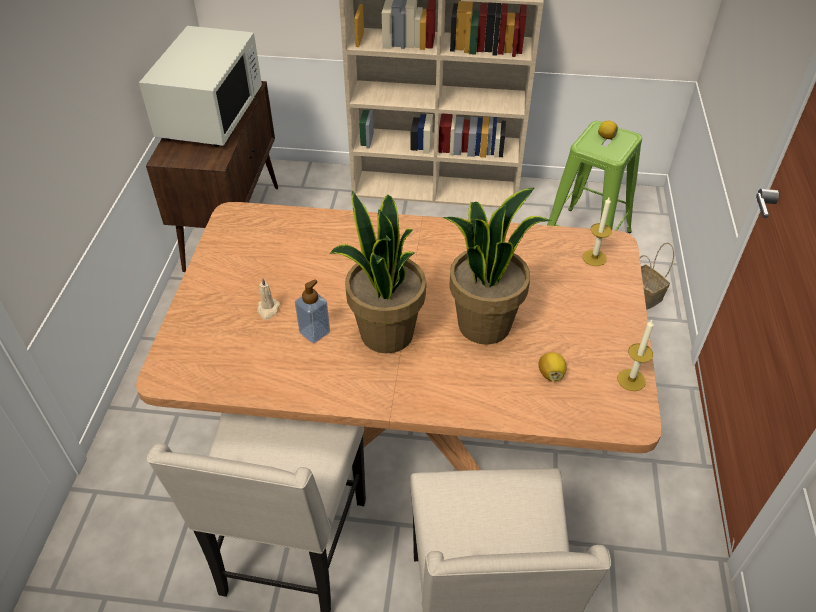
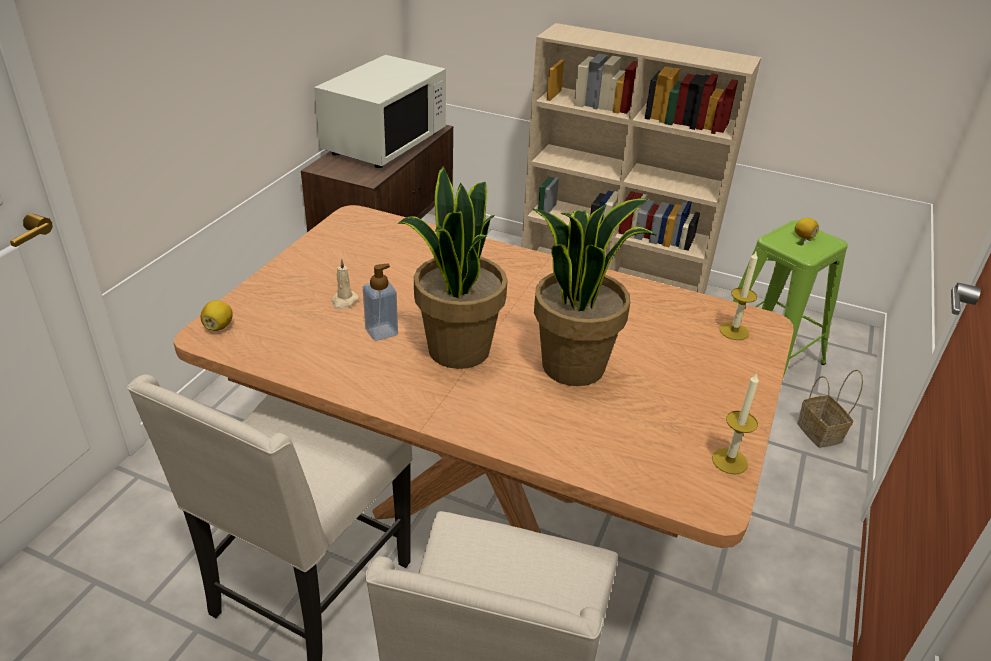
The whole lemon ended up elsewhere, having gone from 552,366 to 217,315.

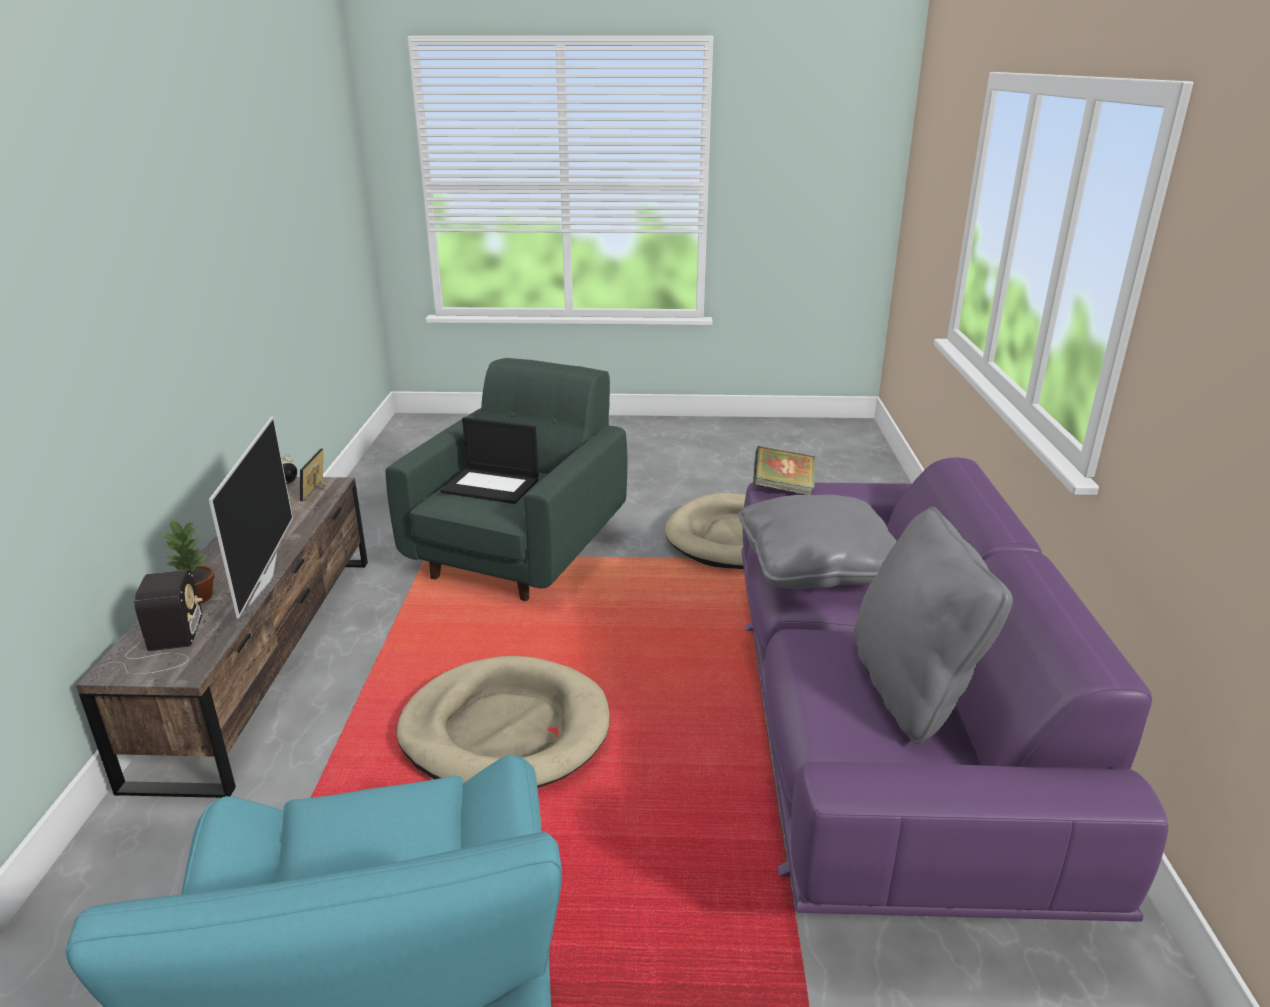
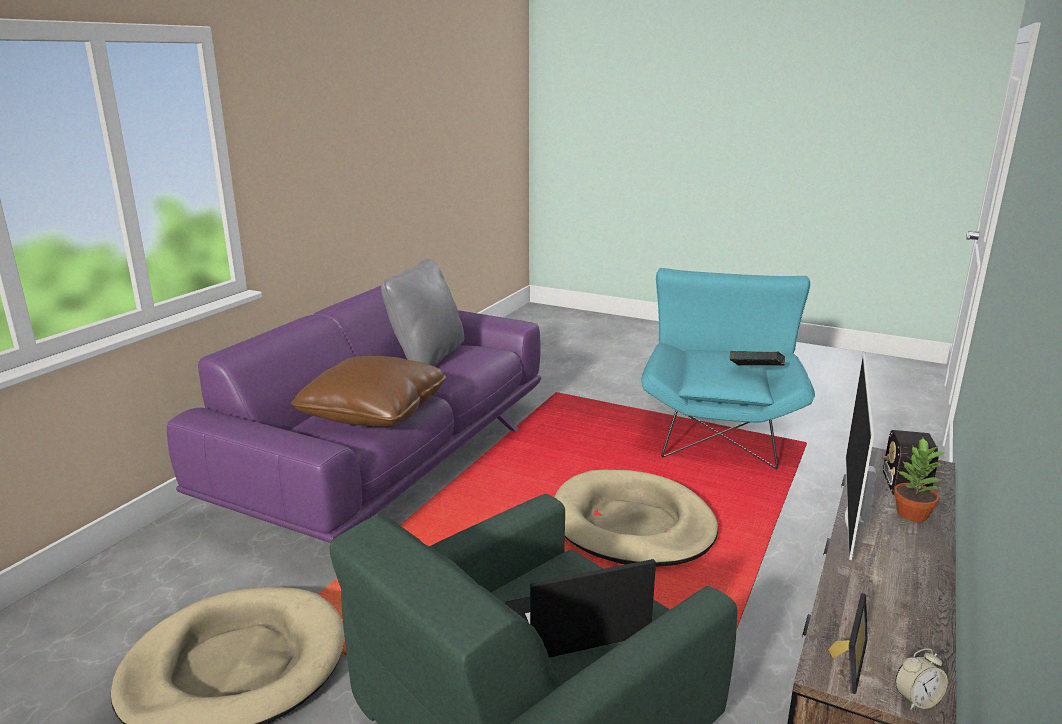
The portable computer at 489,460 ended up facing another way, 60 degrees counterclockwise from before.
The book ended up elsewhere, having gone from 784,470 to 757,358.
What was the greyish throw pillow at 817,542 turned into the brown throw pillow at 368,391.

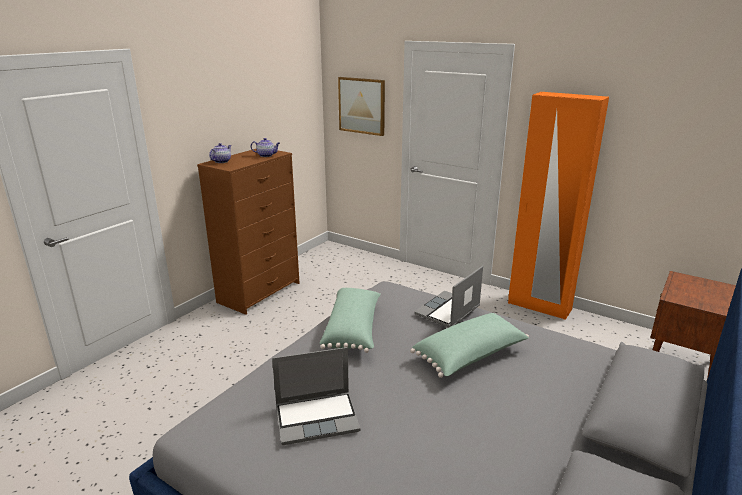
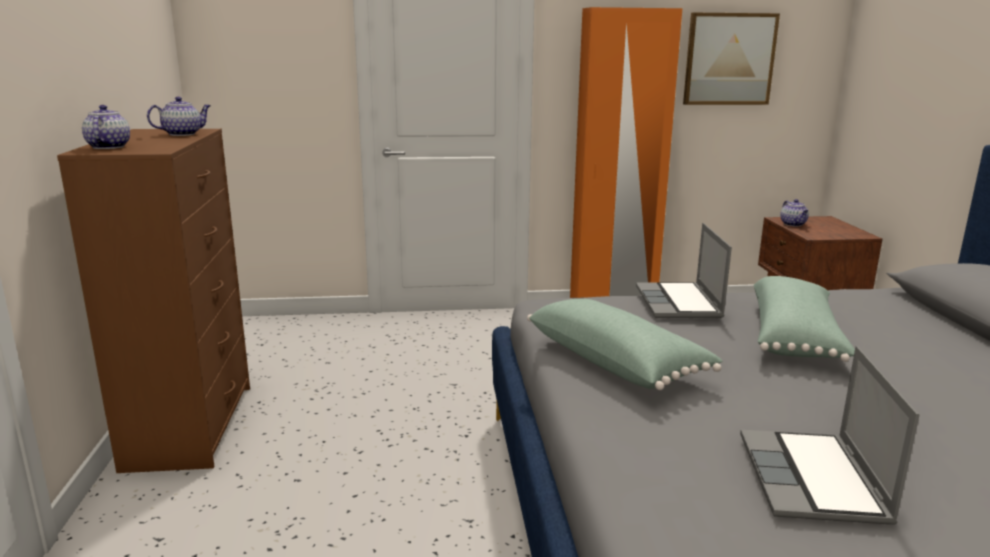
The picture ended up elsewhere, having gone from 361,106 to 731,59.
The portable computer at 316,396 ended up facing another way, 150 degrees clockwise from before.
The second view gained the tea pot at 794,212.

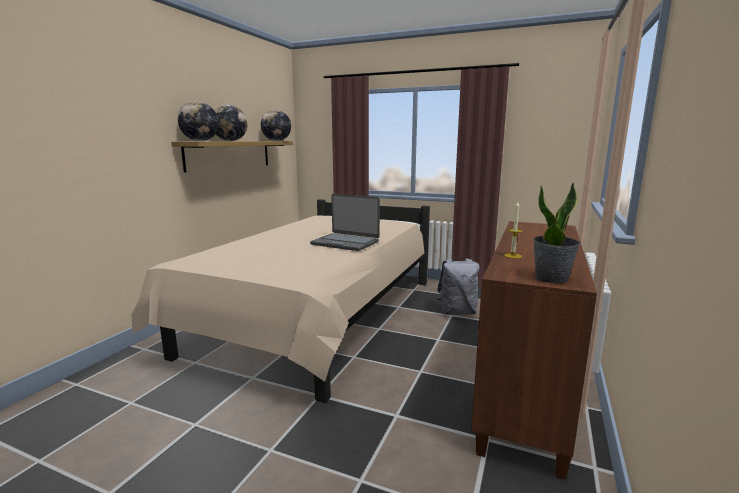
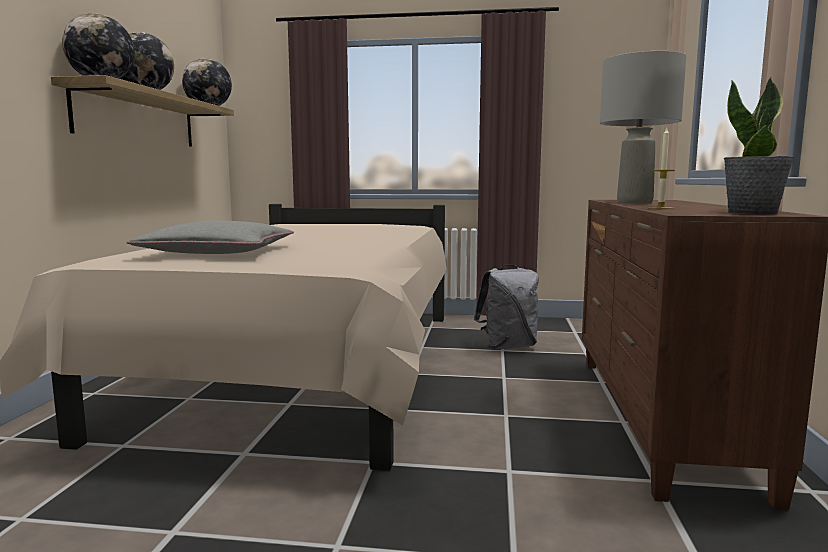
The second view lost the portable computer at 345,222.
The second view gained the greyish tabletop lamp at 643,127.
The second view gained the greyish throw pillow at 210,237.

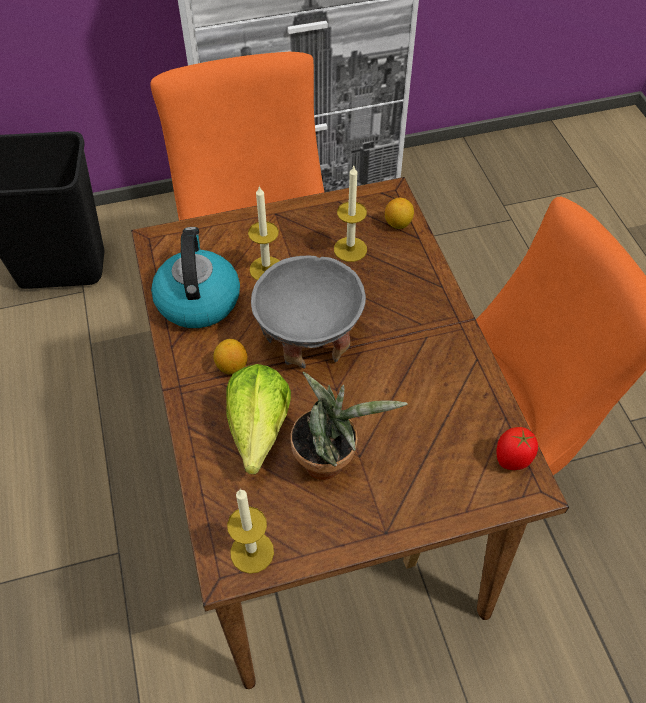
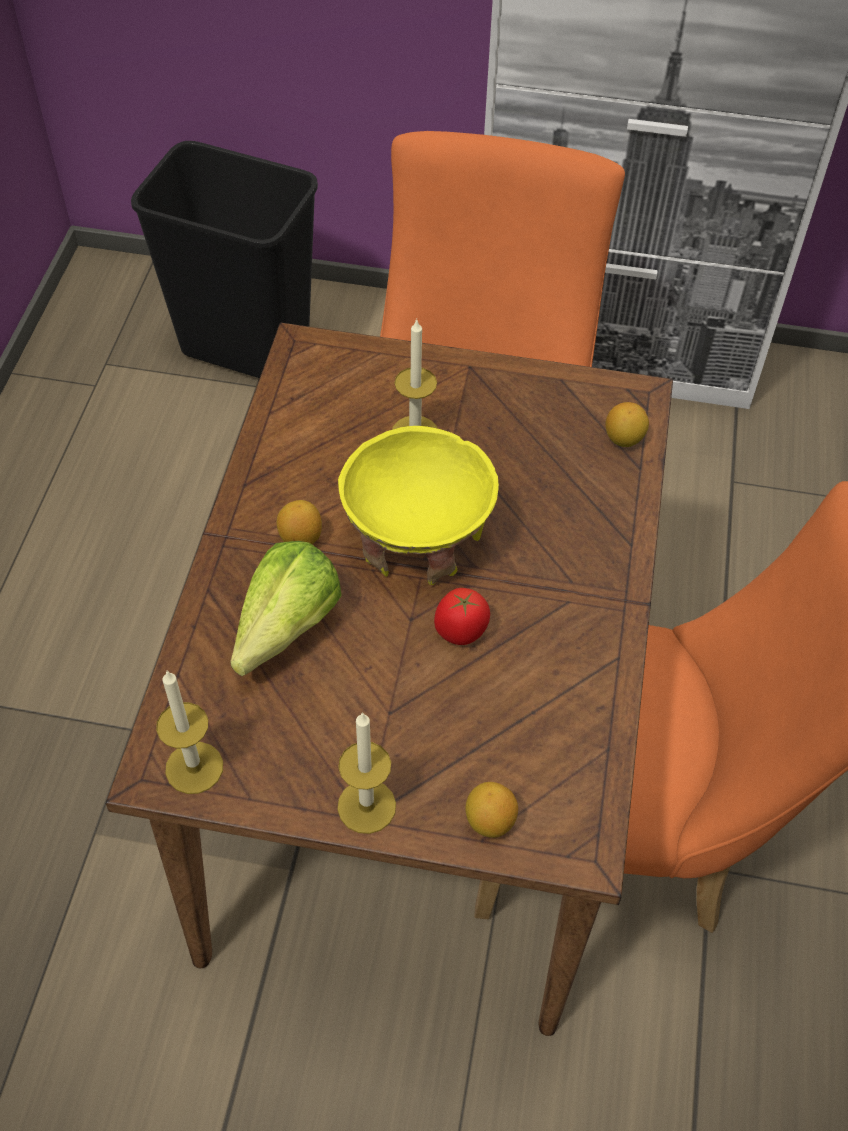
The wax light ended up elsewhere, having gone from 350,214 to 366,773.
The second view lost the kettle at 195,277.
What was the greyish bowl at 308,312 turned into the yellow-coloured bowl at 418,505.
The second view lost the houseplant at 348,426.
The whole tomato ended up elsewhere, having gone from 517,448 to 462,616.
The second view gained the whole lemon at 491,810.

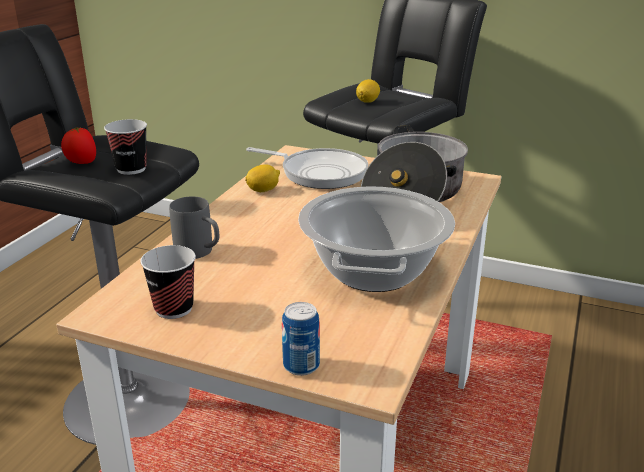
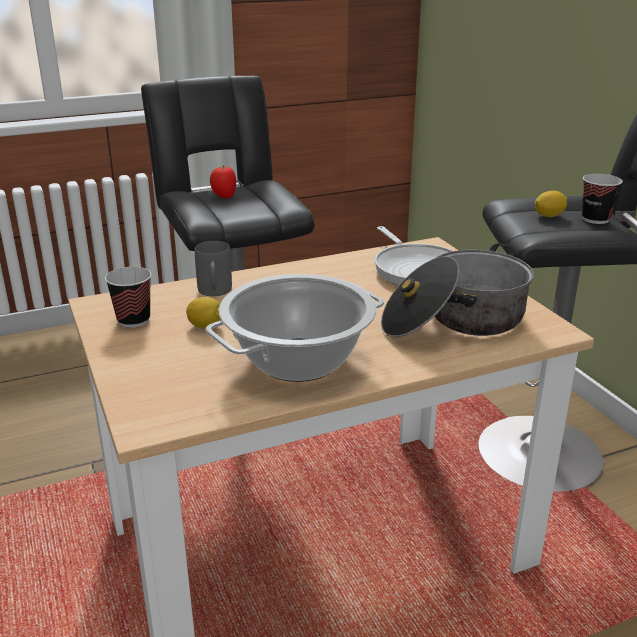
The drinking cup ended up elsewhere, having gone from 125,147 to 602,199.
The whole lemon ended up elsewhere, having gone from 262,178 to 203,313.
The second view lost the metal can at 301,339.

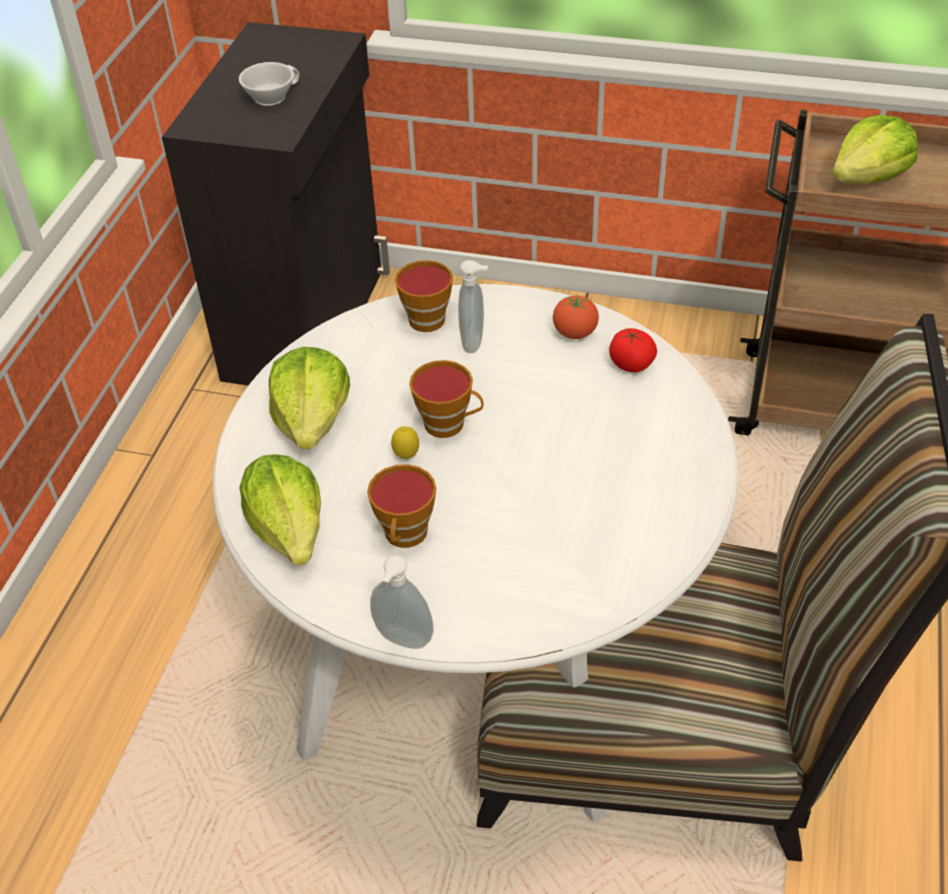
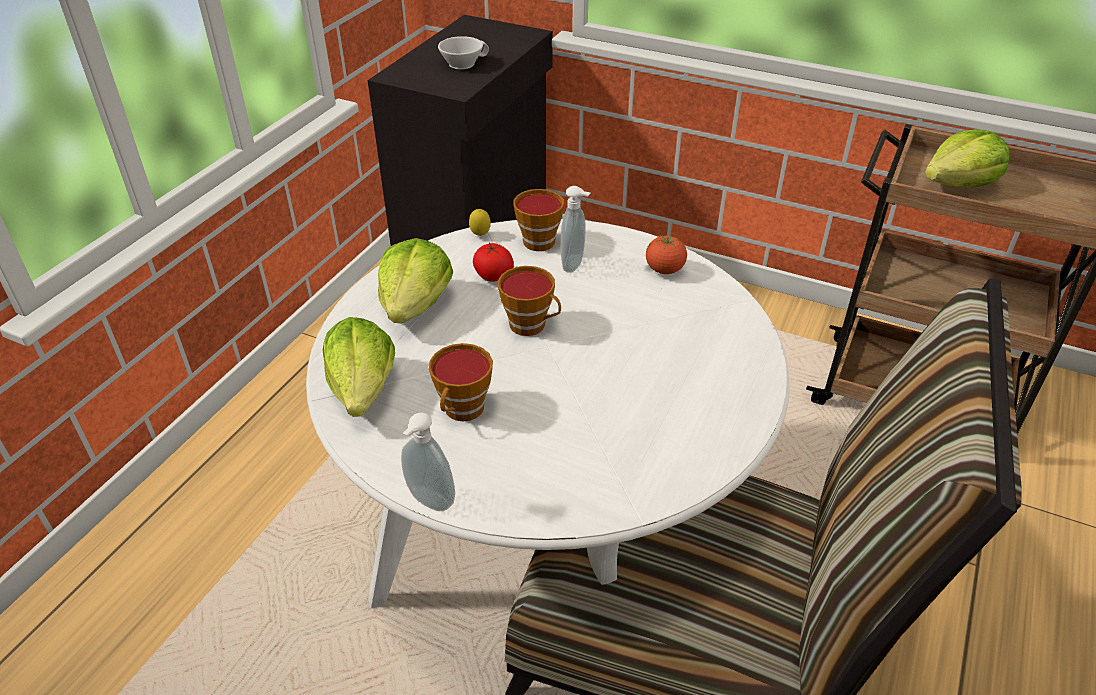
The whole tomato ended up elsewhere, having gone from 633,350 to 493,262.
The whole lemon ended up elsewhere, having gone from 405,442 to 480,222.

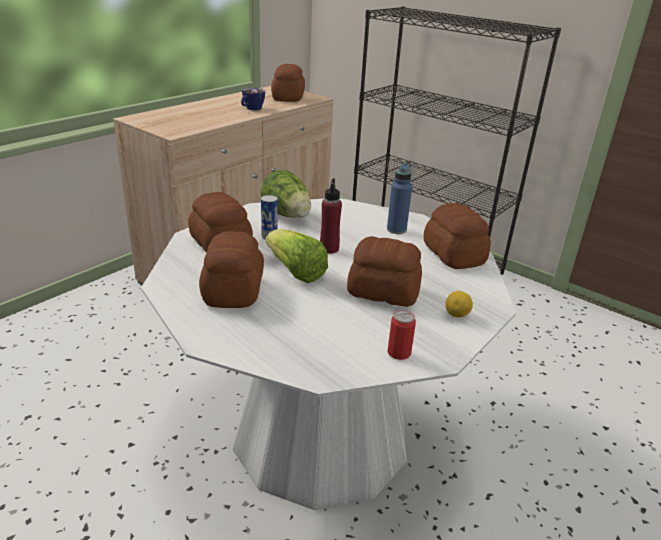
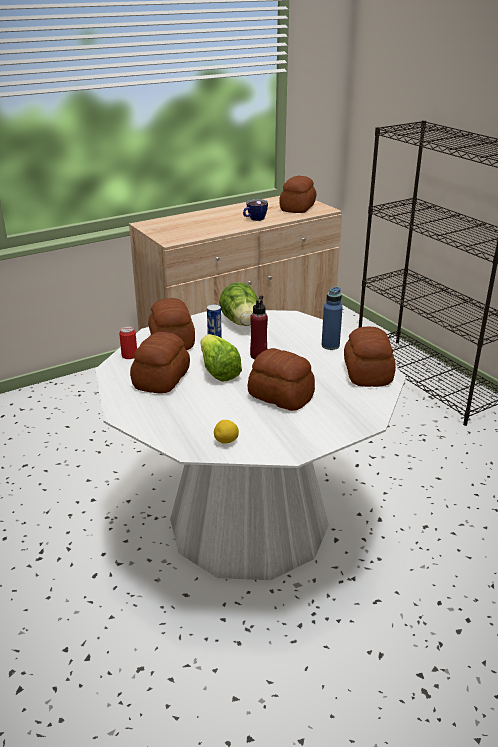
The whole lemon ended up elsewhere, having gone from 459,304 to 226,432.
The metal can ended up elsewhere, having gone from 401,335 to 128,342.

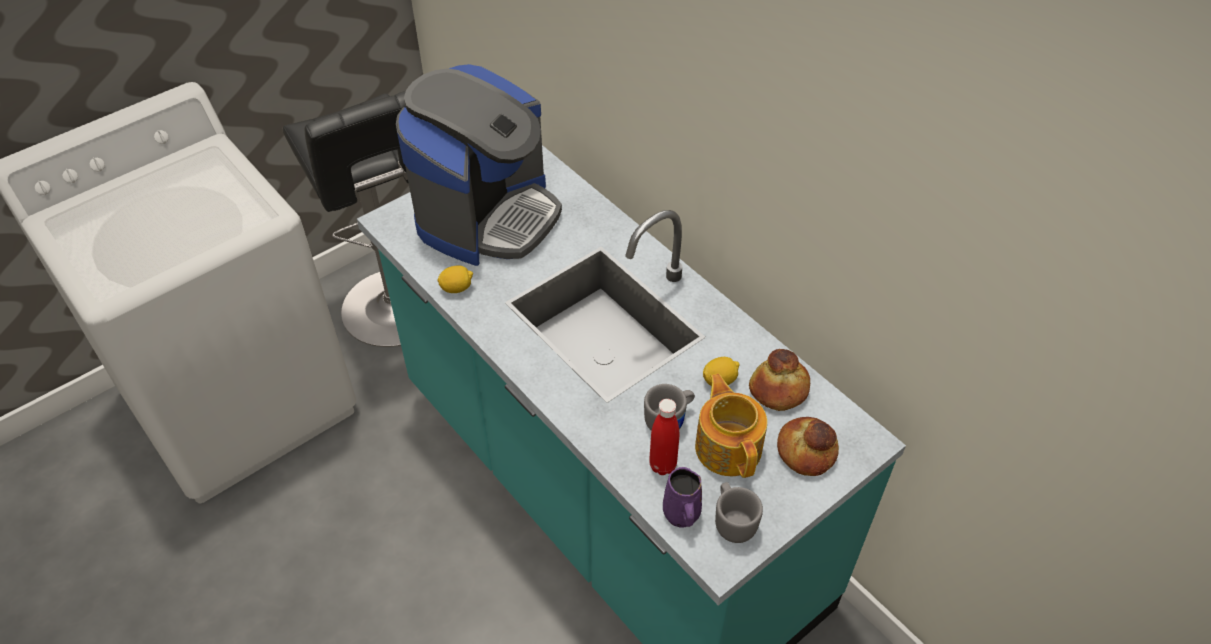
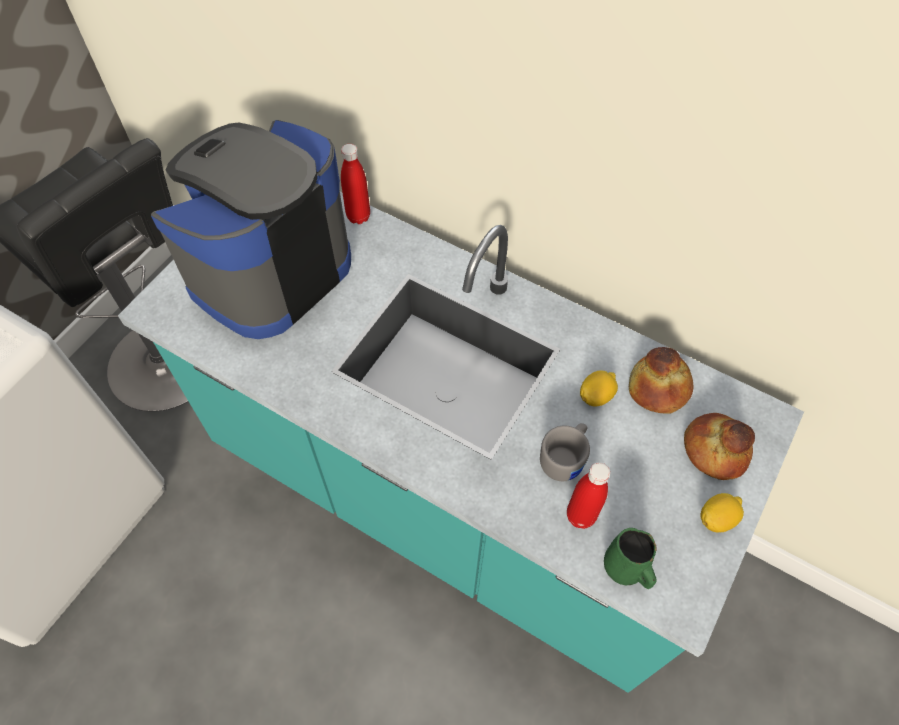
The coffee machine at 479,165 ended up facing another way, 150 degrees counterclockwise from before.
The whole lemon ended up elsewhere, having gone from 455,279 to 722,512.
The second view lost the tea pot at 731,425.
What was the purple-coloured coffee mug at 682,497 turned into the green-coloured coffee mug at 630,558.
The second view lost the greyish coffee mug at 739,512.
The second view gained the red bottle at 355,184.

